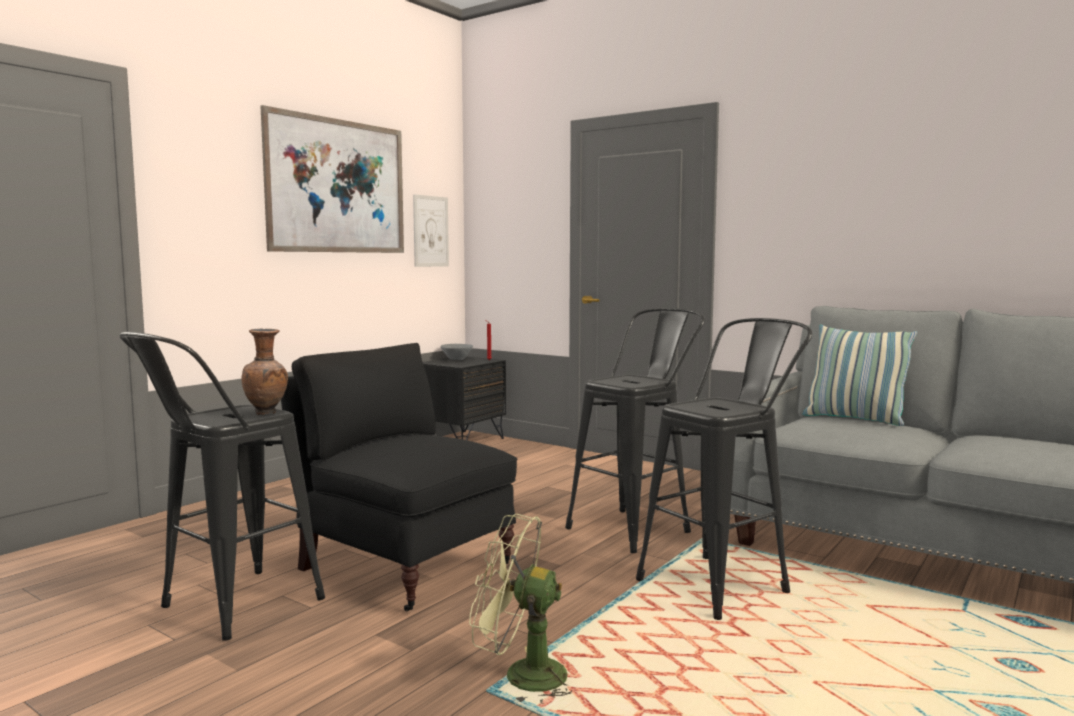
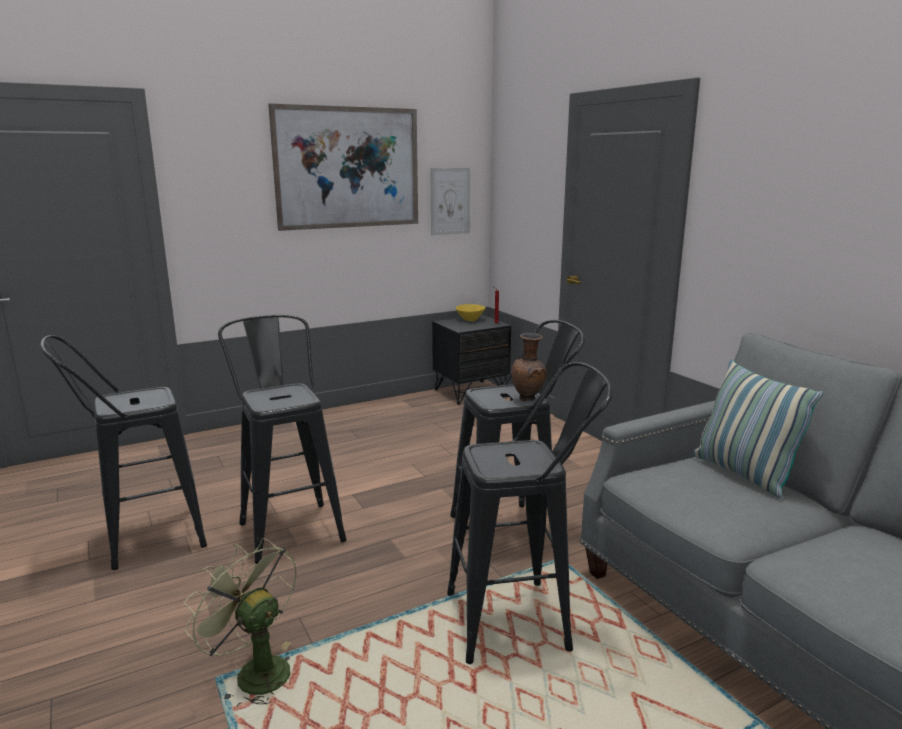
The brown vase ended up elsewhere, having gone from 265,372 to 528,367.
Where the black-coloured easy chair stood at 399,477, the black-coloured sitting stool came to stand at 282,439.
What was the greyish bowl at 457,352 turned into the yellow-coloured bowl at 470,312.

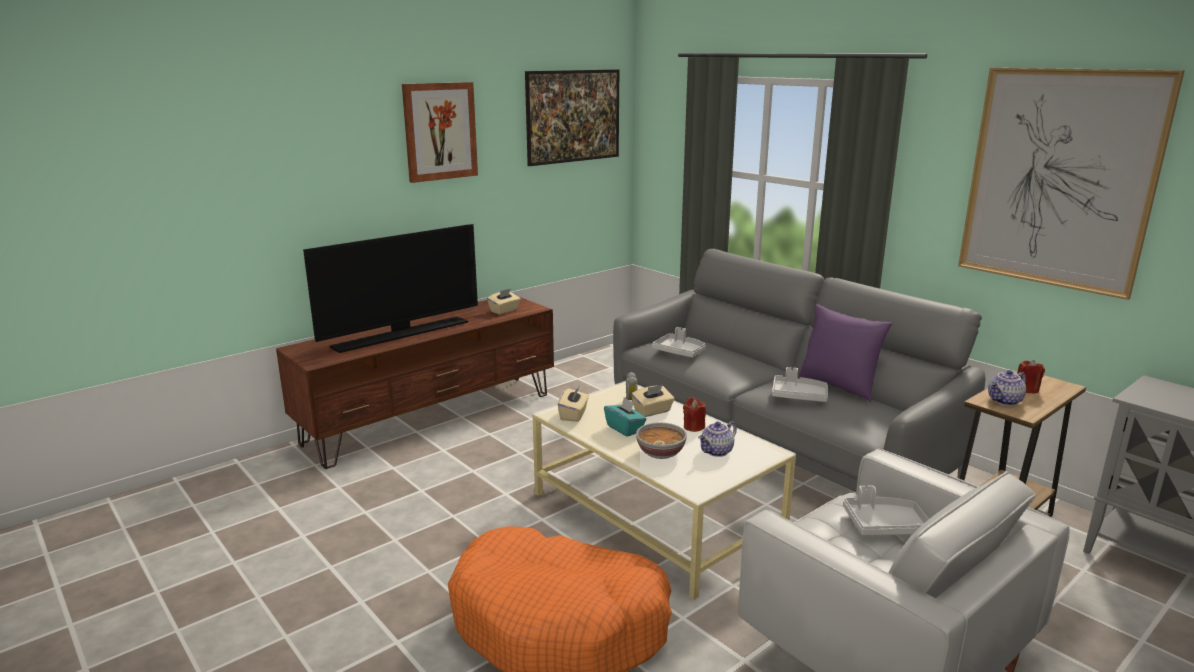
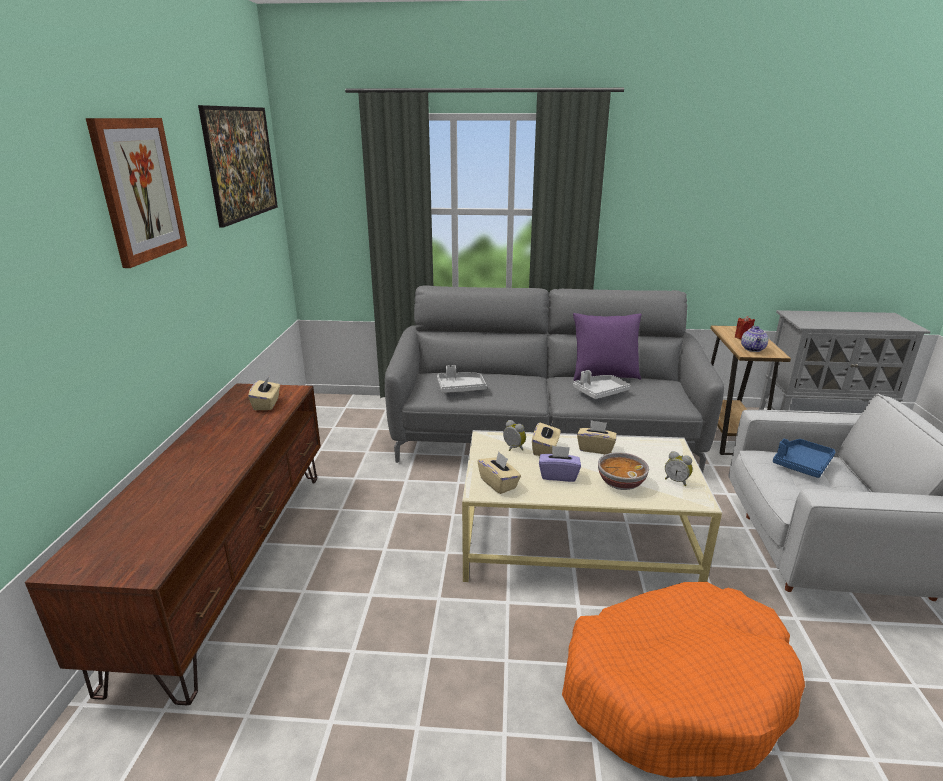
The second view lost the picture at 1071,184.
The second view lost the television at 390,288.
What was the blue-green tissue holder at 625,417 turned into the purple-coloured tissue holder at 560,463.
Where the red wax light stood at 694,415, the sand-coloured tissue holder came to stand at 597,437.
The second view lost the tea pot at 717,439.
What was the greyish carrying tray at 886,510 turned into the blue carrying tray at 804,458.
The second view gained the table clock at 679,468.

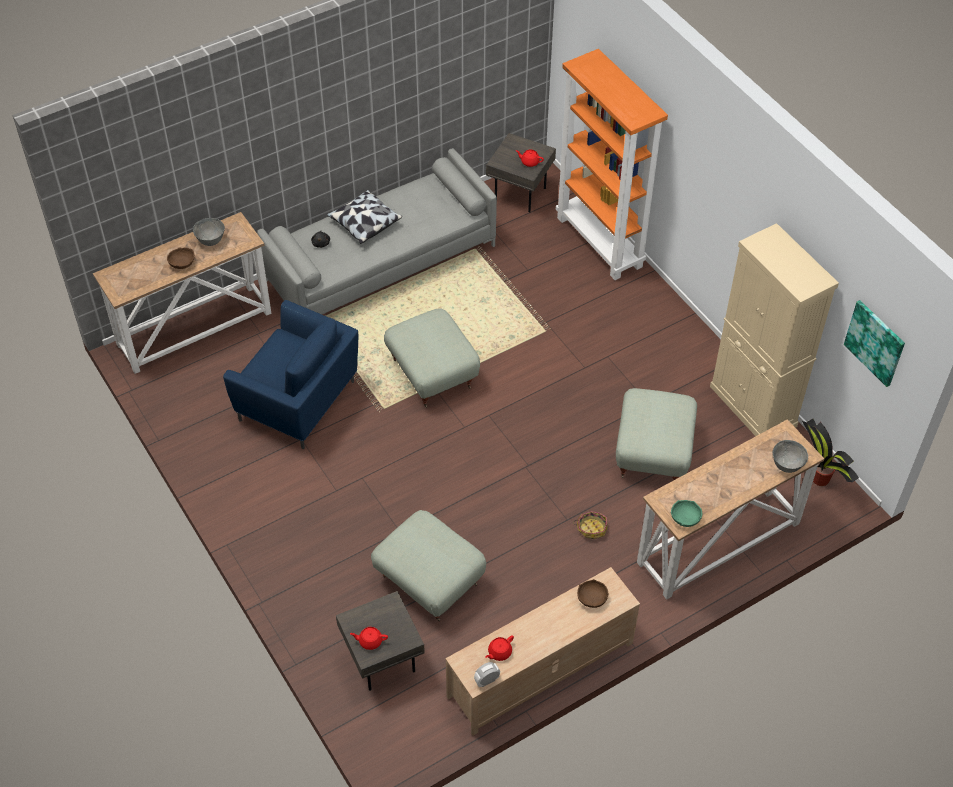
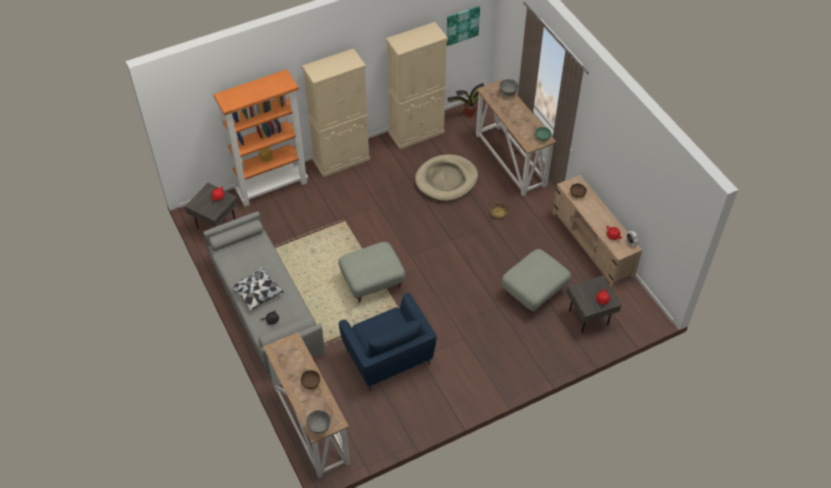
The greyish bowl ended up elsewhere, having gone from 209,232 to 318,422.
The blue easy chair at 290,374 ended up facing another way, 120 degrees clockwise from before.
Where the greyish footrest stood at 656,434, the sand-coloured dog cushion came to stand at 446,177.
The second view gained the sand-coloured cupboard at 336,112.

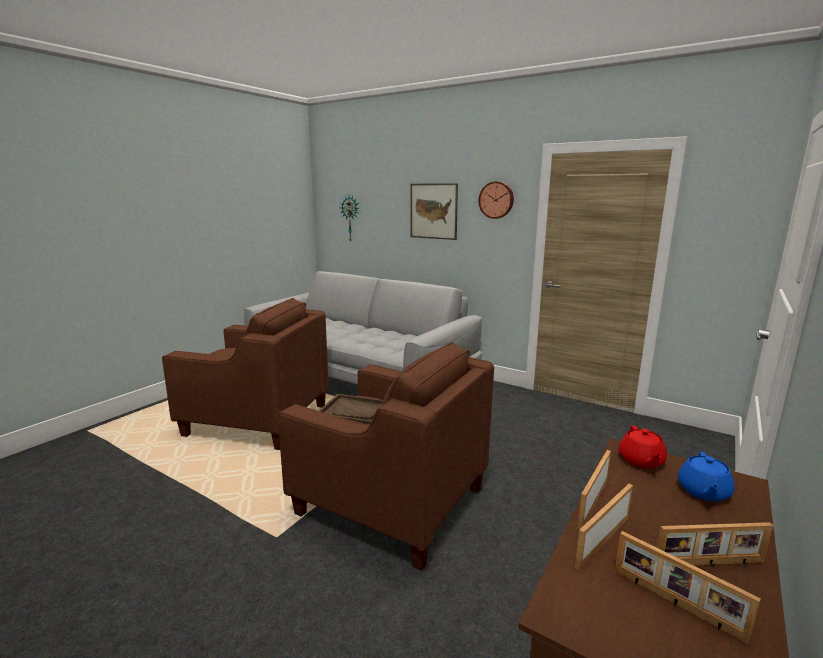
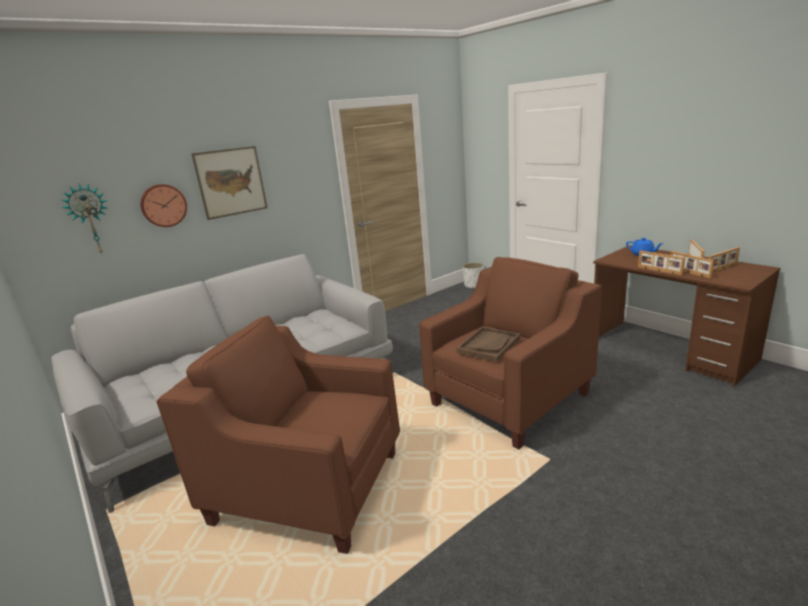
The wall clock ended up elsewhere, having gone from 496,200 to 163,205.
The brown easy chair at 245,374 ended up facing another way, 105 degrees counterclockwise from before.
The second view lost the red tea pot at 643,447.
The second view gained the white plant pot at 473,275.

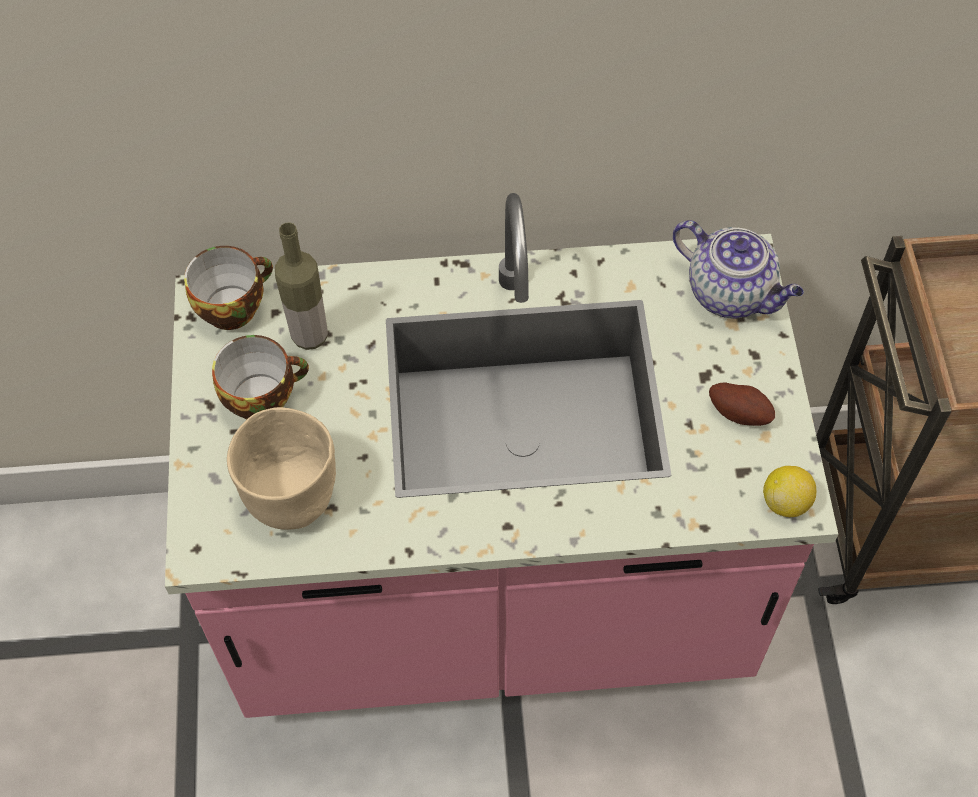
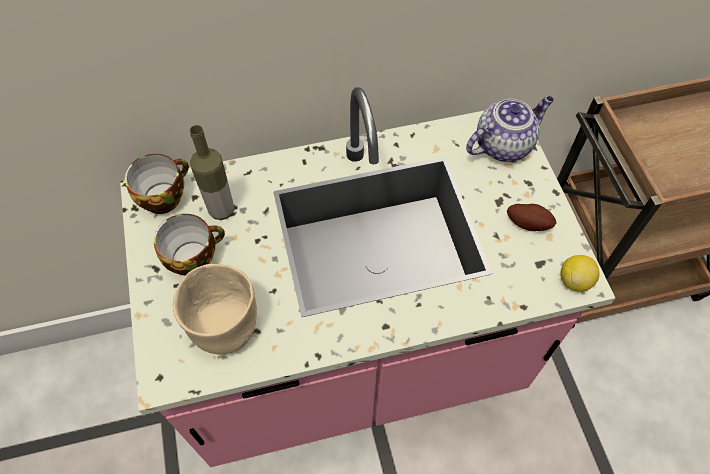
The tea pot at 738,270 ended up facing another way, 60 degrees counterclockwise from before.

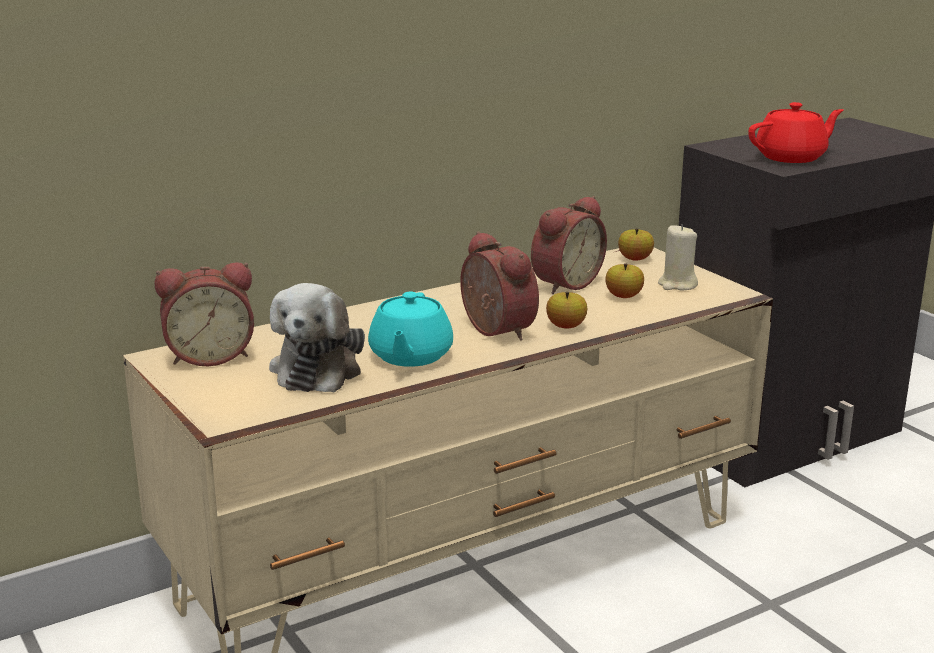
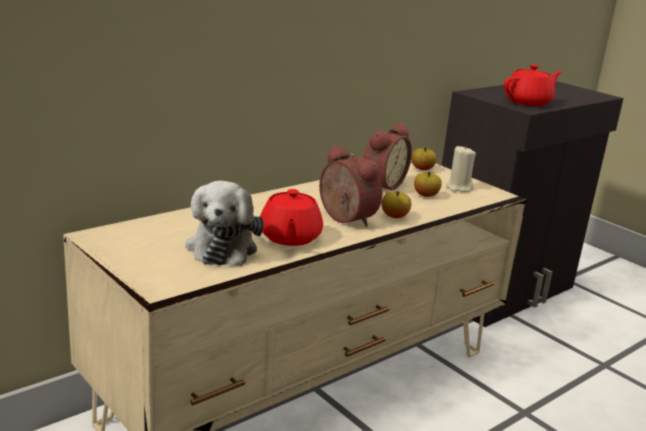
The second view lost the table clock at 204,314.
What was the blue-green tea pot at 410,329 turned into the red tea pot at 291,217.

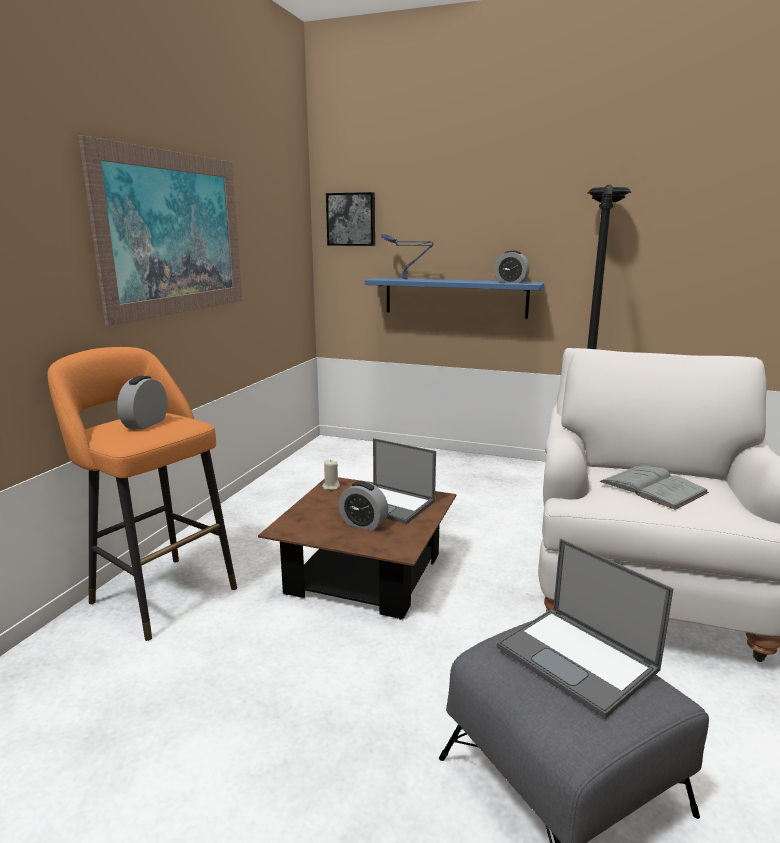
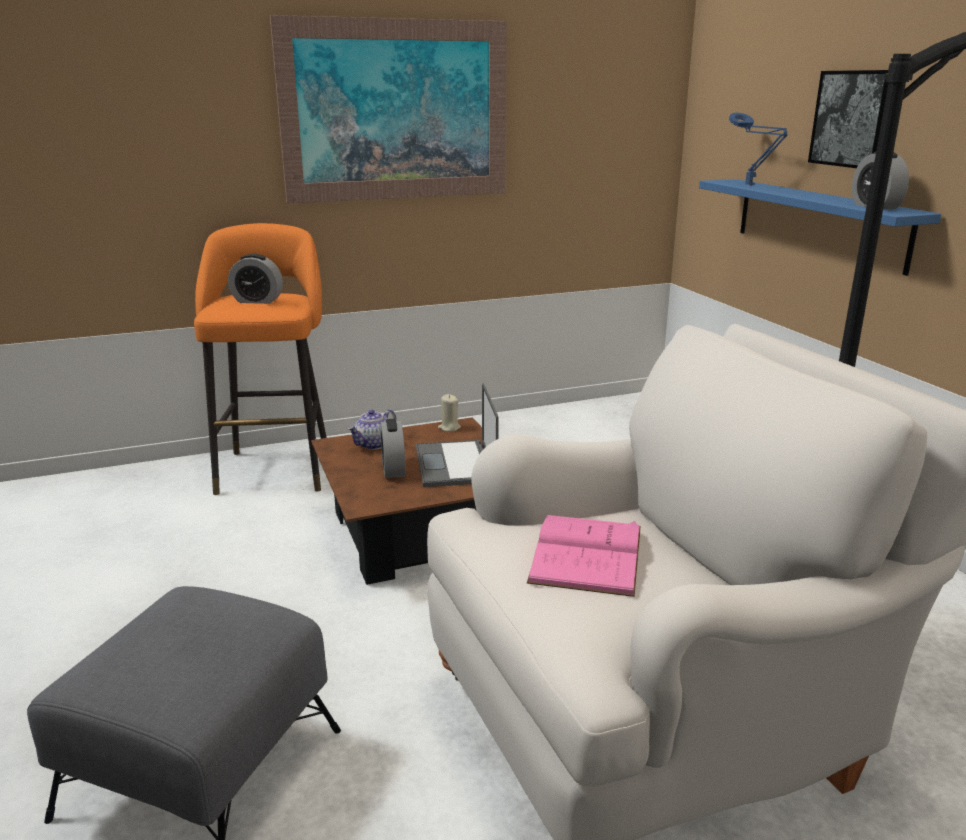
The picture ended up elsewhere, having gone from 350,219 to 848,119.
The table clock at 142,403 ended up facing another way, 150 degrees counterclockwise from before.
What was the greyish book at 654,486 turned into the pink-coloured book at 584,556.
The second view lost the portable computer at 585,629.
The second view gained the tea pot at 372,429.

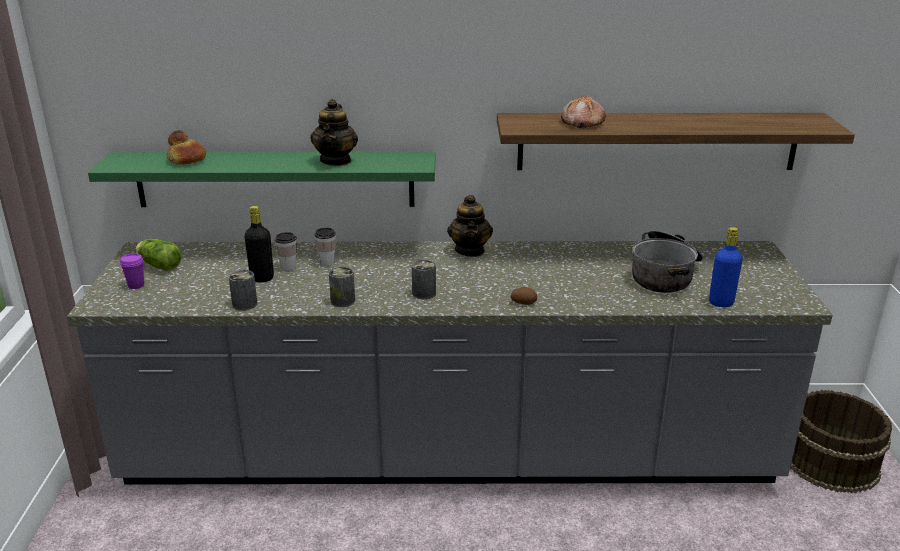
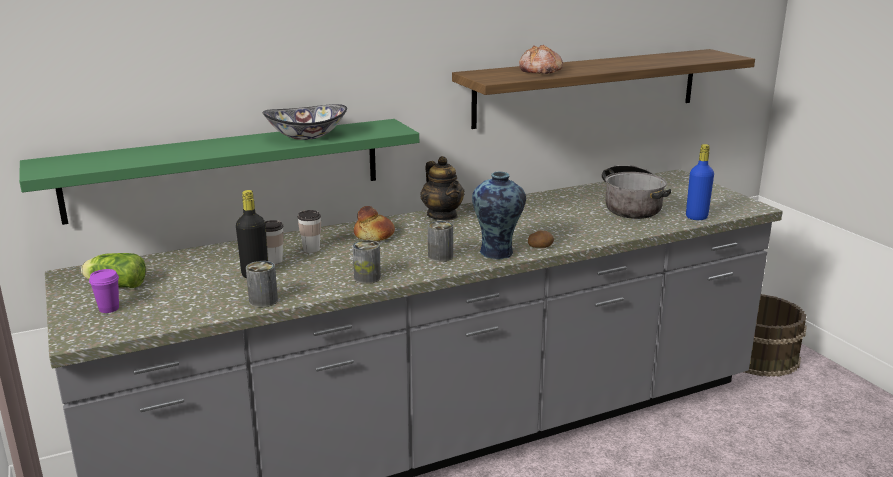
Where the tea pot stood at 334,132, the bowl came to stand at 305,122.
The bread ended up elsewhere, having gone from 186,147 to 374,223.
The second view gained the vase at 499,215.

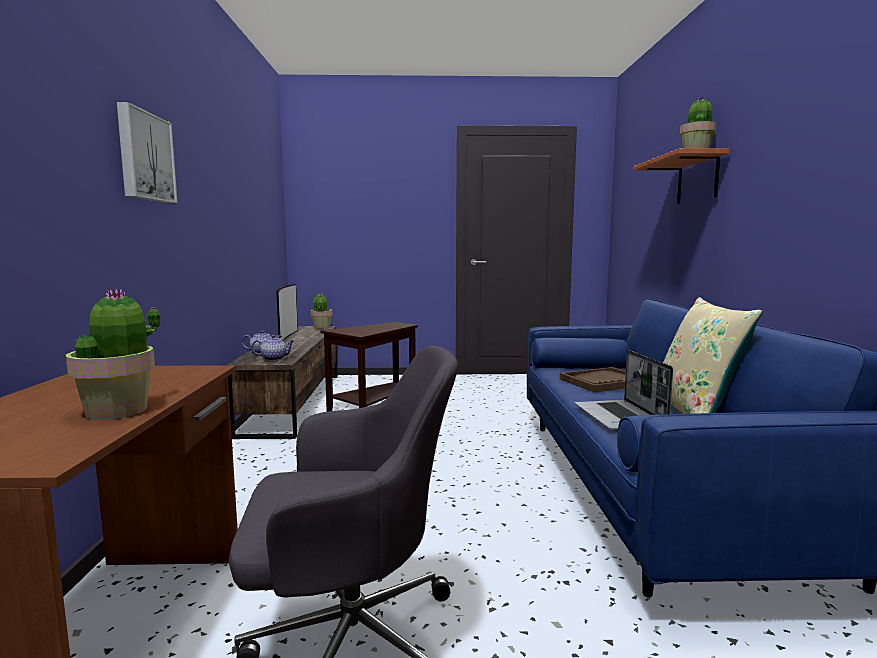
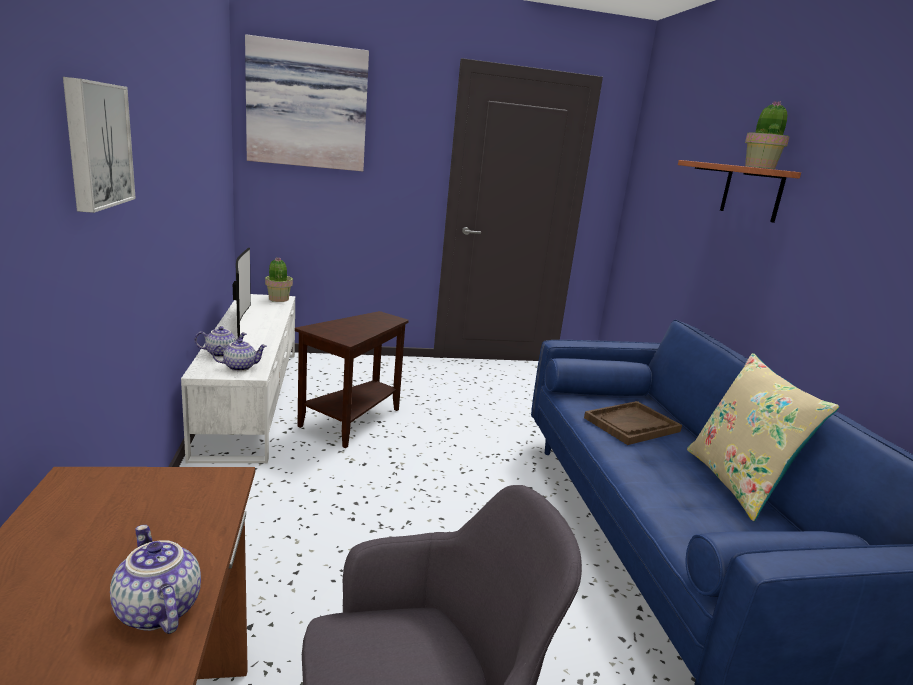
Where the houseplant stood at 113,354, the tea pot came to stand at 155,579.
What was the brown tv unit at 282,382 turned into the white tv unit at 238,379.
The second view lost the portable computer at 623,390.
The second view gained the picture at 307,102.

